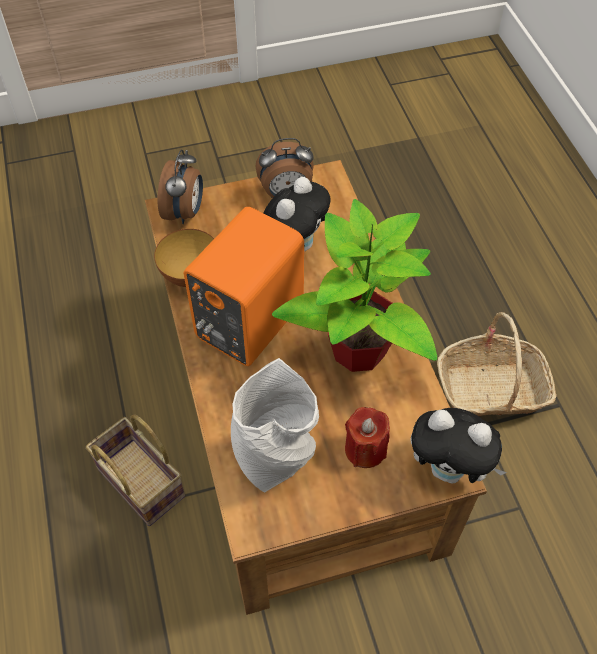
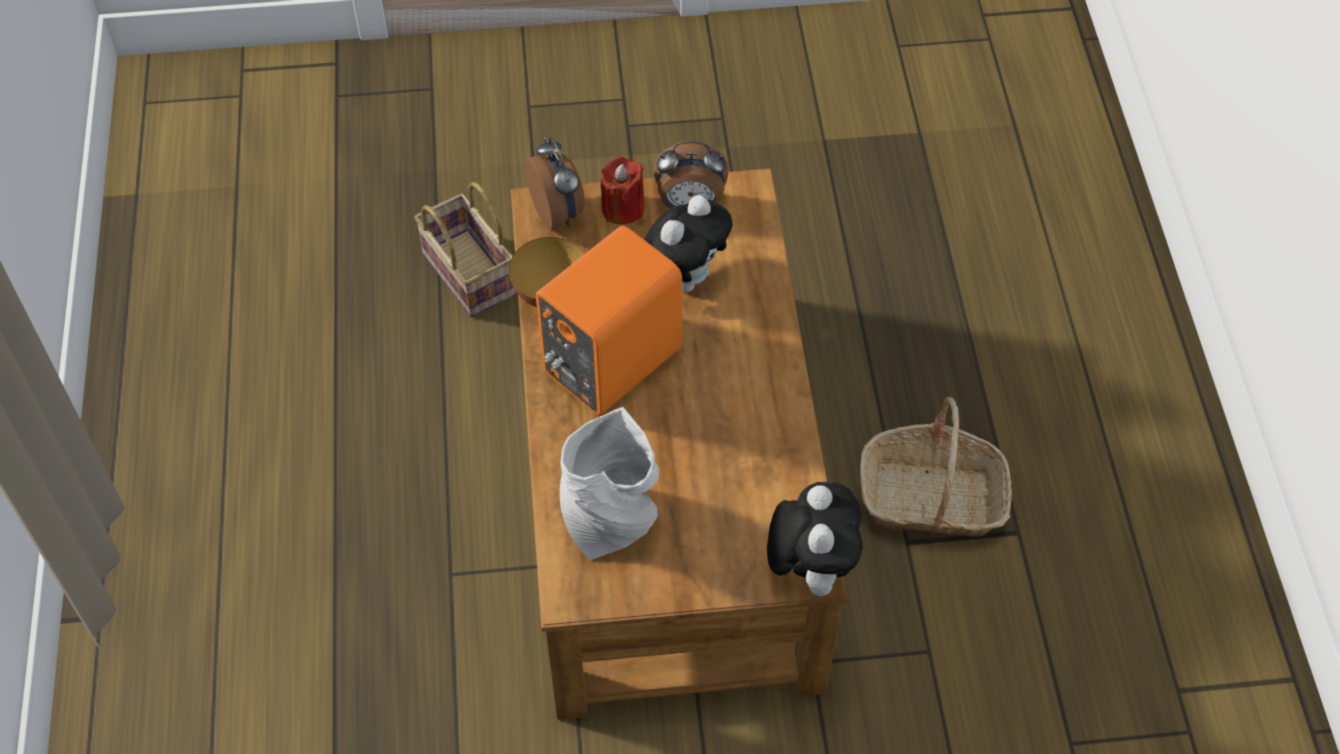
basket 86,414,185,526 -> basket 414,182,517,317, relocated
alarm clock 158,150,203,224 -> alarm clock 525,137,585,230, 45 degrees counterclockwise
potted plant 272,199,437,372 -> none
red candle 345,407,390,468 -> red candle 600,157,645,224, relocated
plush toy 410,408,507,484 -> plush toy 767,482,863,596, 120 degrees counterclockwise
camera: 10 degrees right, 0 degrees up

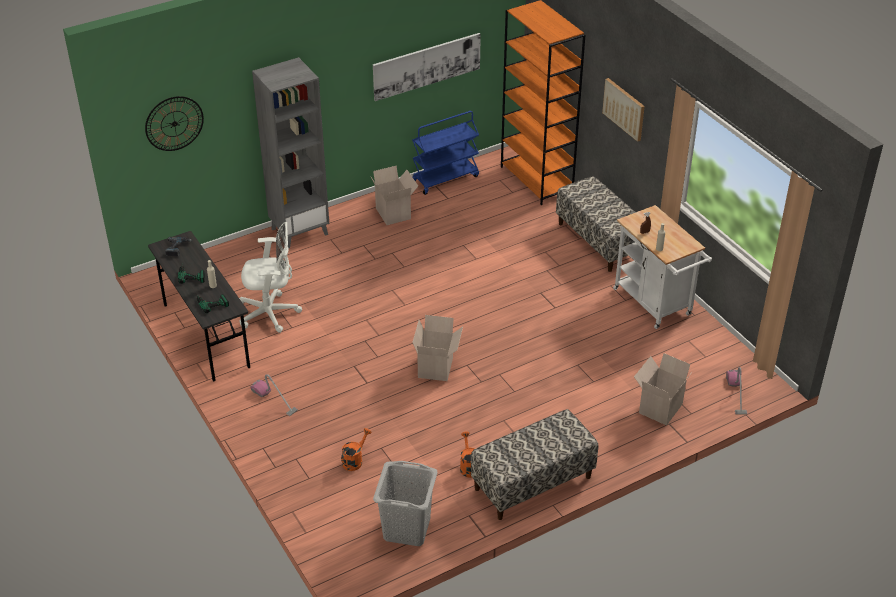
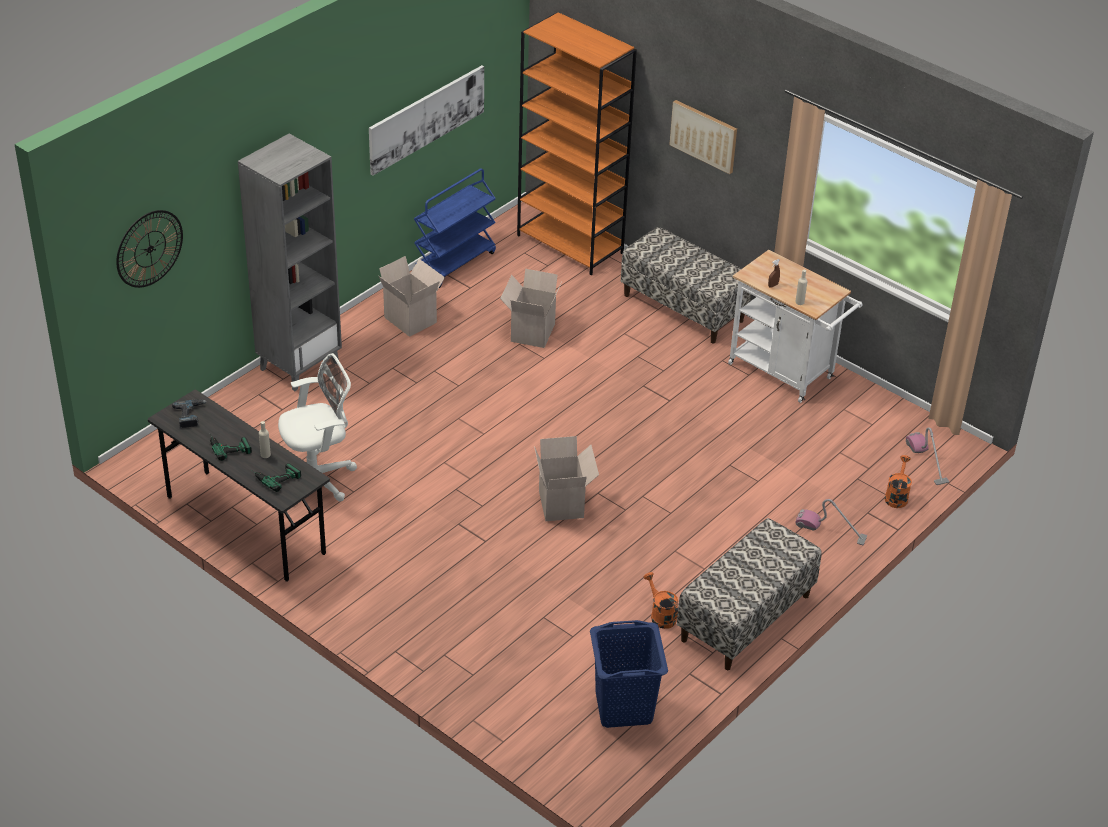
vacuum cleaner 250,374,298,416 -> vacuum cleaner 795,499,867,545, relocated
orange watering can 341,428,371,471 -> orange watering can 885,455,912,508, relocated
grey laundry basket 373,461,438,546 -> blue laundry basket 590,620,668,728
cardboard box 634,353,693,426 -> cardboard box 500,269,562,348, relocated
camera: 20 degrees left, 0 degrees up

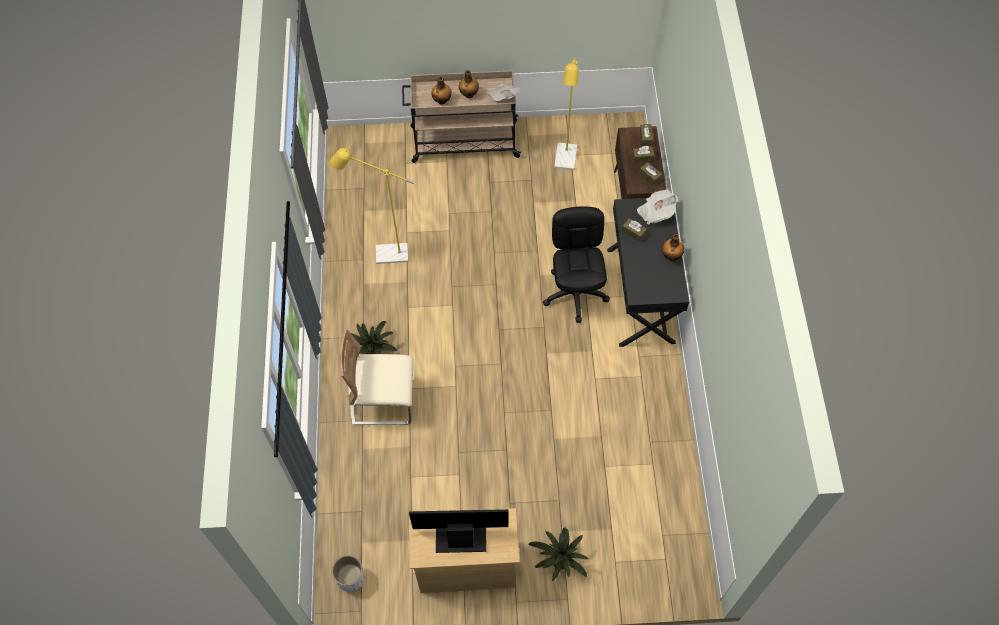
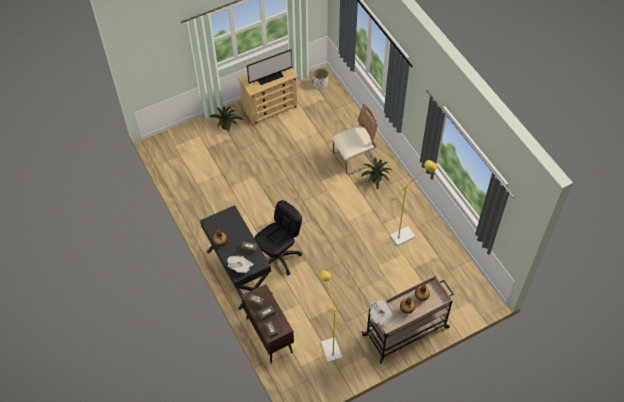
black office chair 543,206,610,323 -> black office chair 255,200,302,275, 105 degrees counterclockwise
camera: 155 degrees right, 5 degrees down

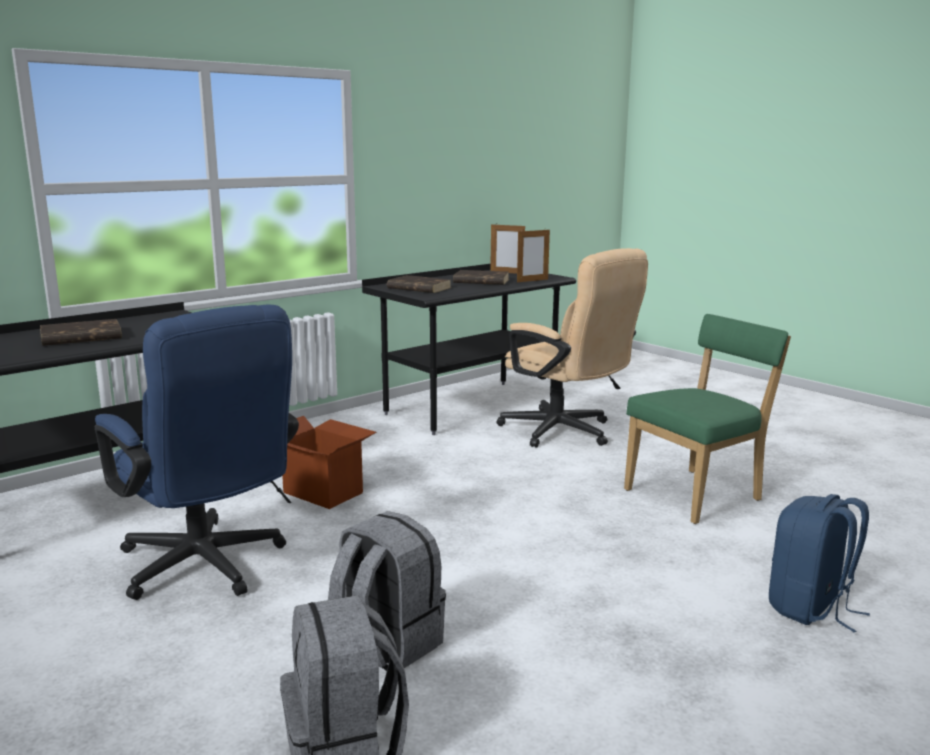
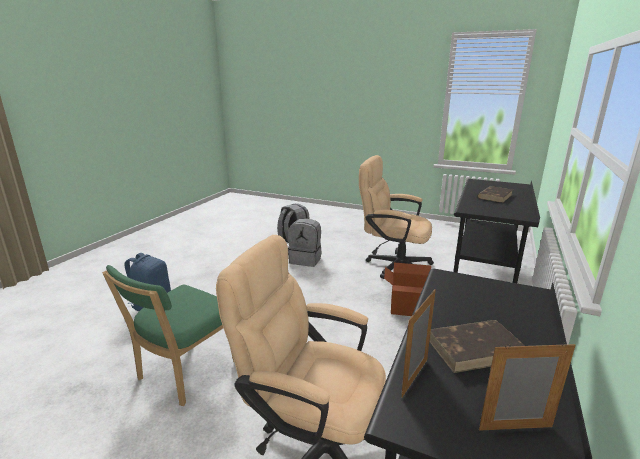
blue office chair 95,305,299,600 -> beige office chair 359,155,434,279
brown book 387,275,451,293 -> none
camera: 155 degrees right, 5 degrees up

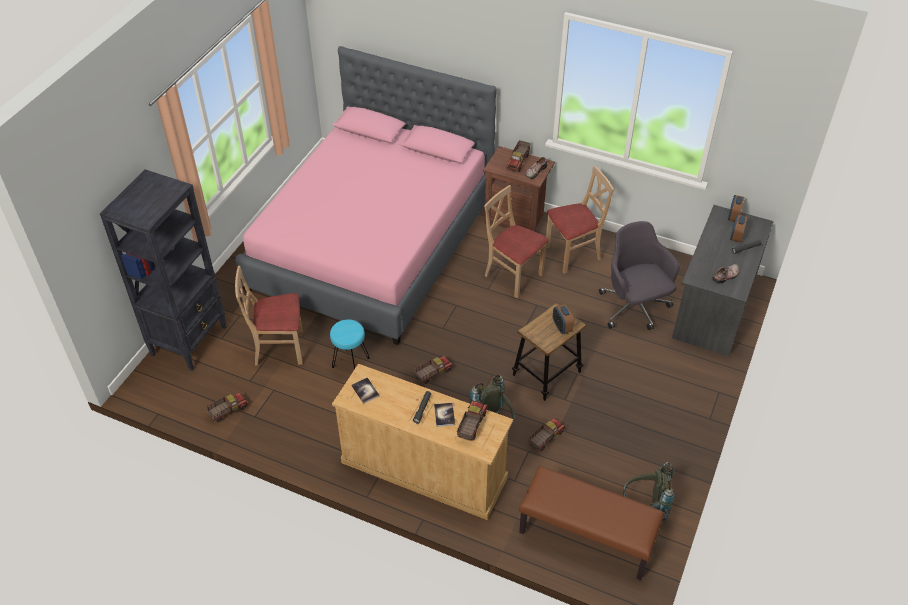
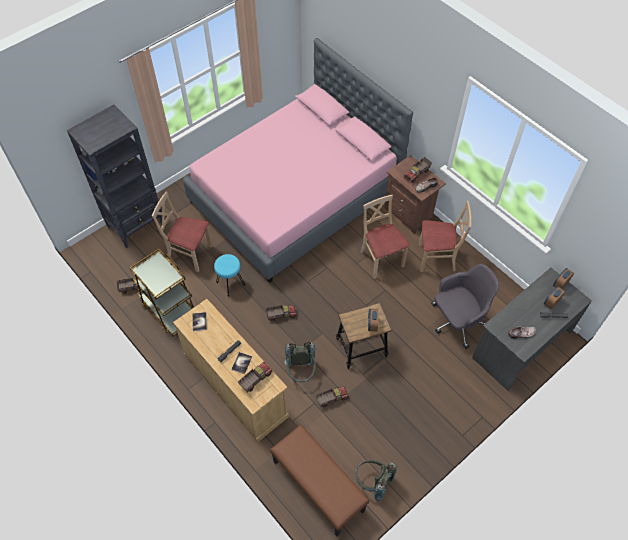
grey office chair 599,221,680,330 -> grey office chair 431,264,499,349, 60 degrees clockwise
none -> brown cart 130,249,194,336
camera: 25 degrees right, 10 degrees up

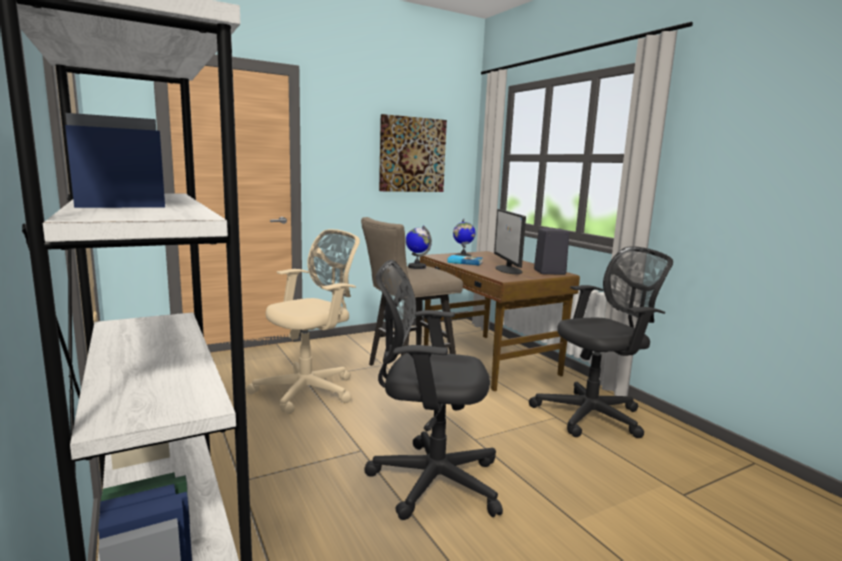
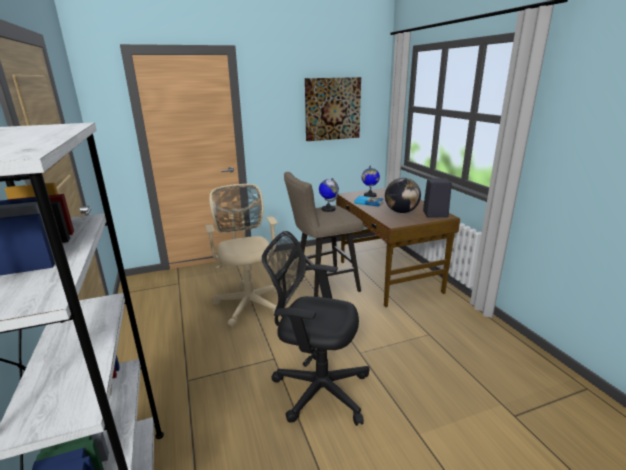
beige office chair 246,229,360,414 -> beige office chair 205,184,278,327, 75 degrees counterclockwise
monitor 494,209,526,274 -> globe 385,178,421,213
black office chair 529,246,673,438 -> none
camera: 10 degrees right, 10 degrees up

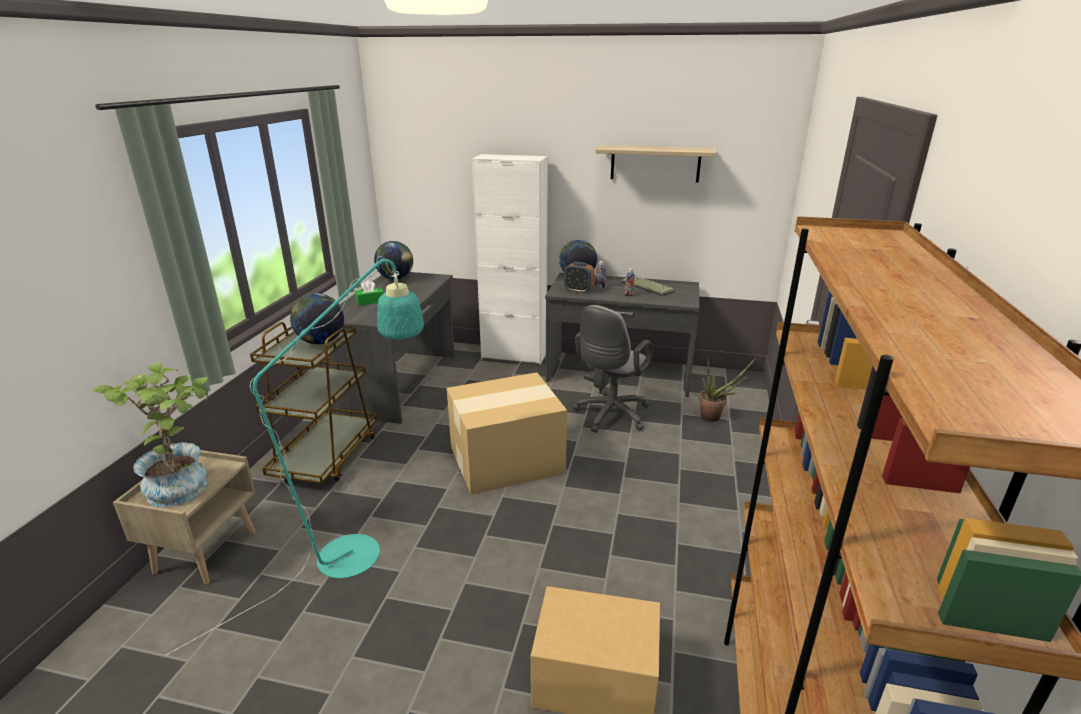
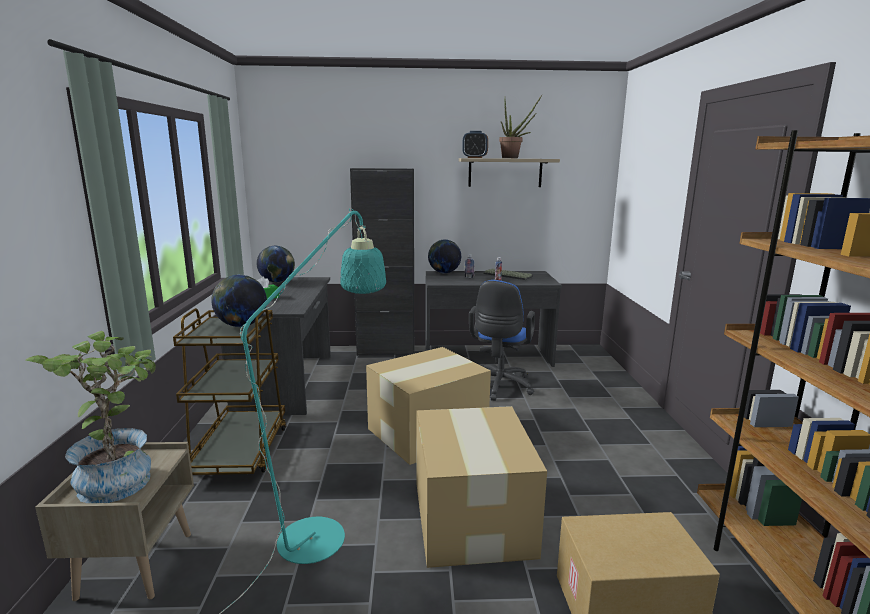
white cabinet 472,154,548,364 -> black cabinet 350,168,414,356
alarm clock 564,262,595,294 -> alarm clock 462,131,488,158, relocated
grey office chair 572,305,653,433 -> blue office chair 469,280,535,401
potted plant 699,356,756,422 -> potted plant 499,95,542,158, relocated
none -> cardboard box 416,406,547,568
camera: 15 degrees left, 10 degrees down

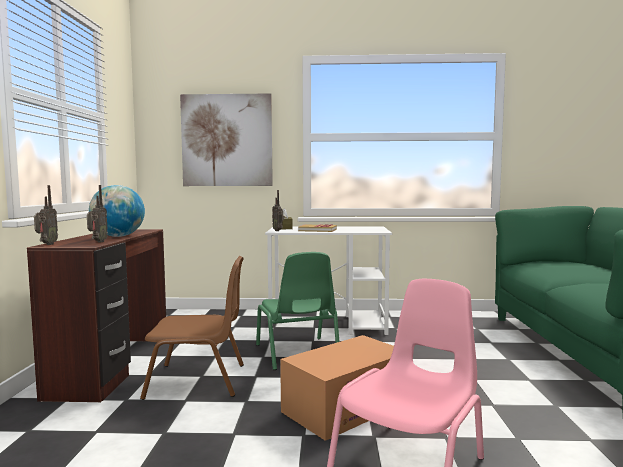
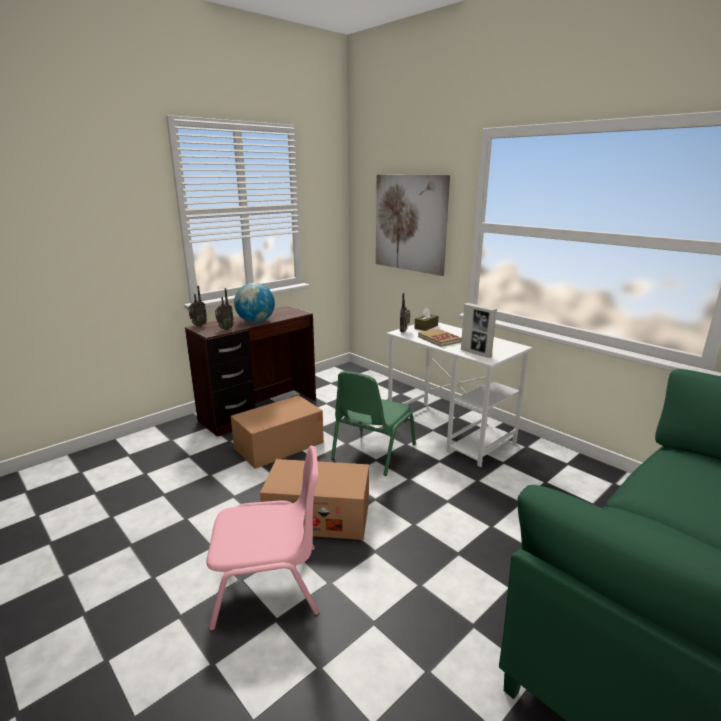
brown chair 140,256,244,400 -> cardboard box 231,395,324,469
none -> picture frame 461,303,497,358
camera: 45 degrees right, 15 degrees up

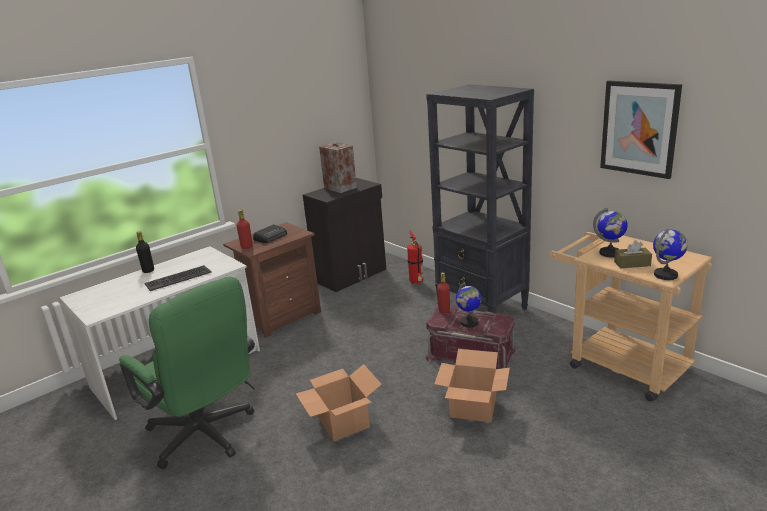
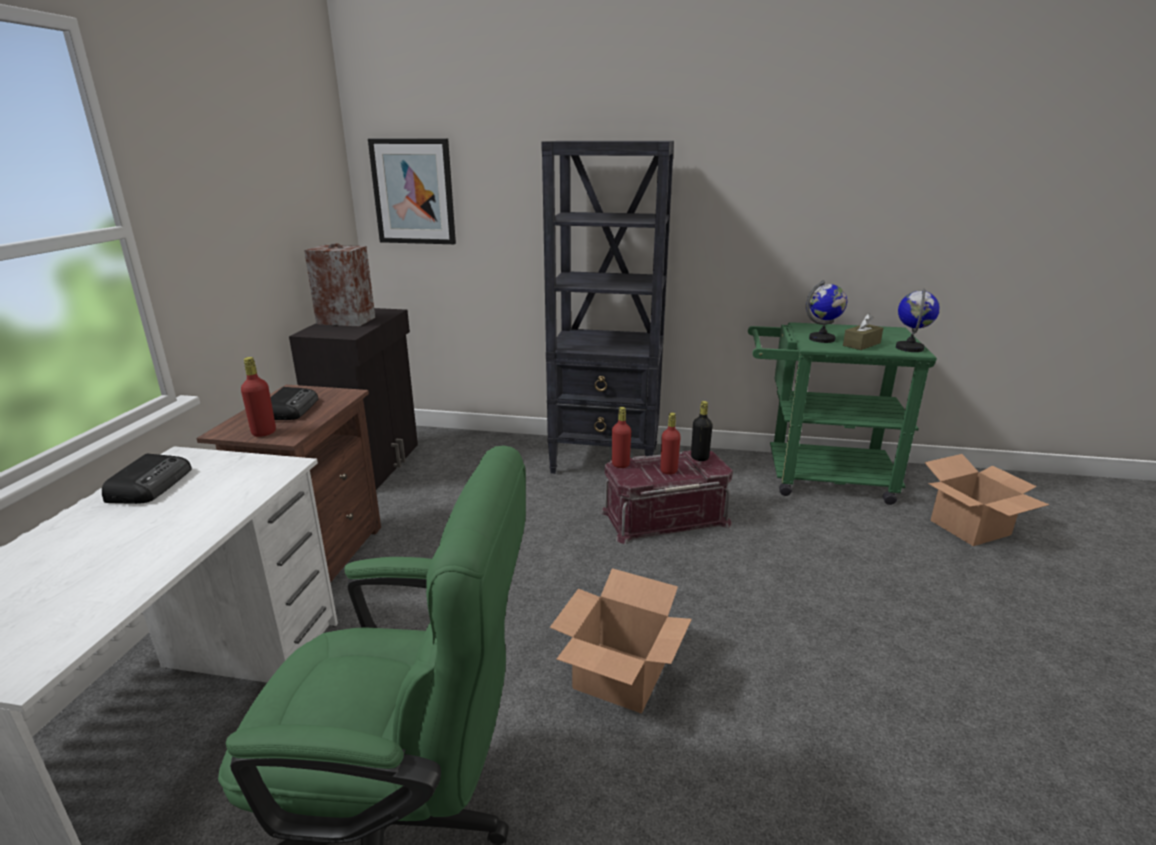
black bottle 136,231,154,273 -> black bottle 691,401,713,461, relocated
keyboard 144,265,212,291 -> none
fire extinguisher 407,231,423,285 -> none
cardboard box 434,349,510,422 -> cardboard box 924,454,1049,546, relocated
globe 456,282,482,327 -> red bottle 660,413,681,475
beige cart 549,232,713,402 -> green cart 748,322,937,505
picture 600,81,682,179 -> picture 368,138,456,244, relocated
none -> radio 102,454,192,504
camera: 40 degrees left, 0 degrees up

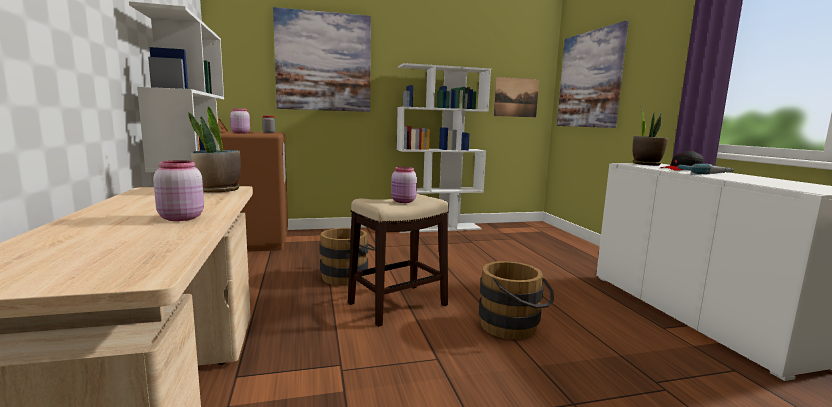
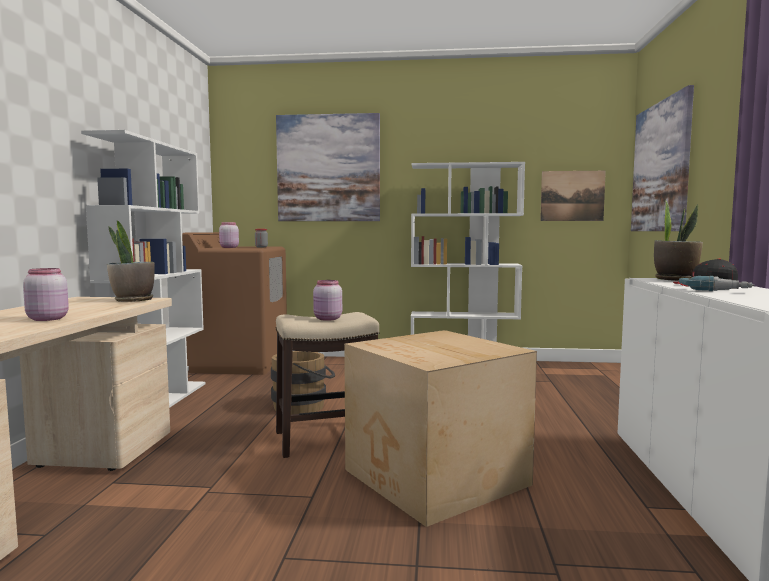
brown bucket 479,261,554,340 -> cardboard box 344,330,537,527
camera: 20 degrees right, 5 degrees down

